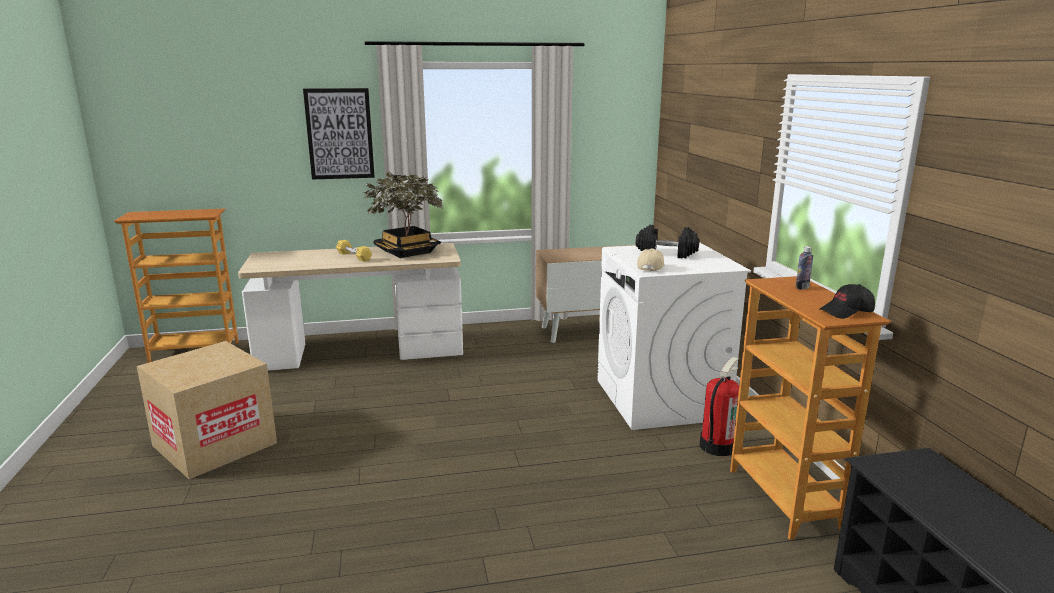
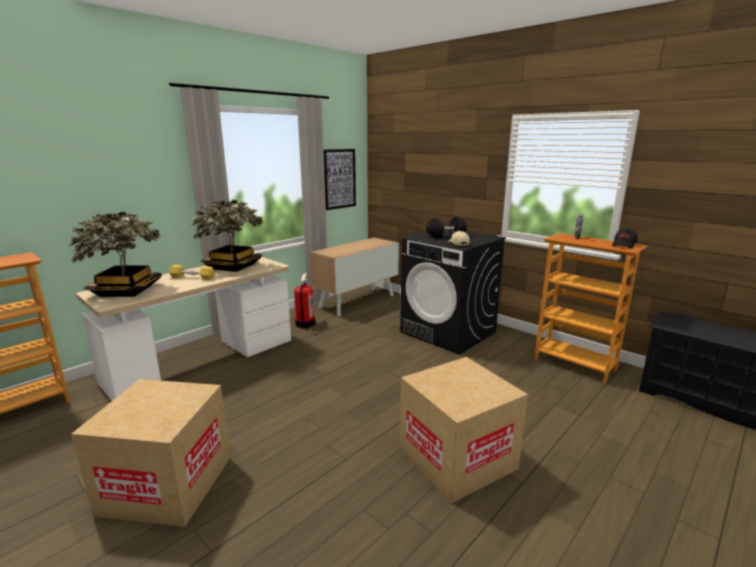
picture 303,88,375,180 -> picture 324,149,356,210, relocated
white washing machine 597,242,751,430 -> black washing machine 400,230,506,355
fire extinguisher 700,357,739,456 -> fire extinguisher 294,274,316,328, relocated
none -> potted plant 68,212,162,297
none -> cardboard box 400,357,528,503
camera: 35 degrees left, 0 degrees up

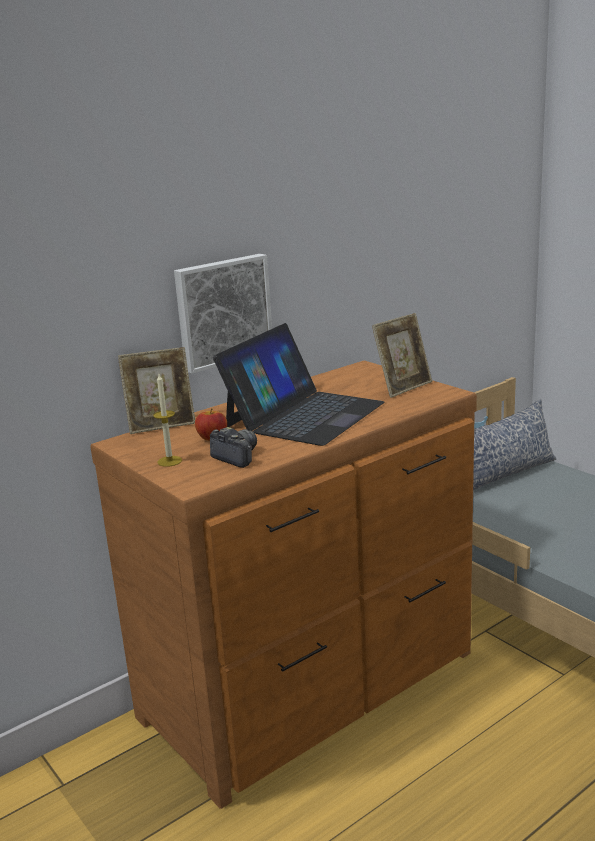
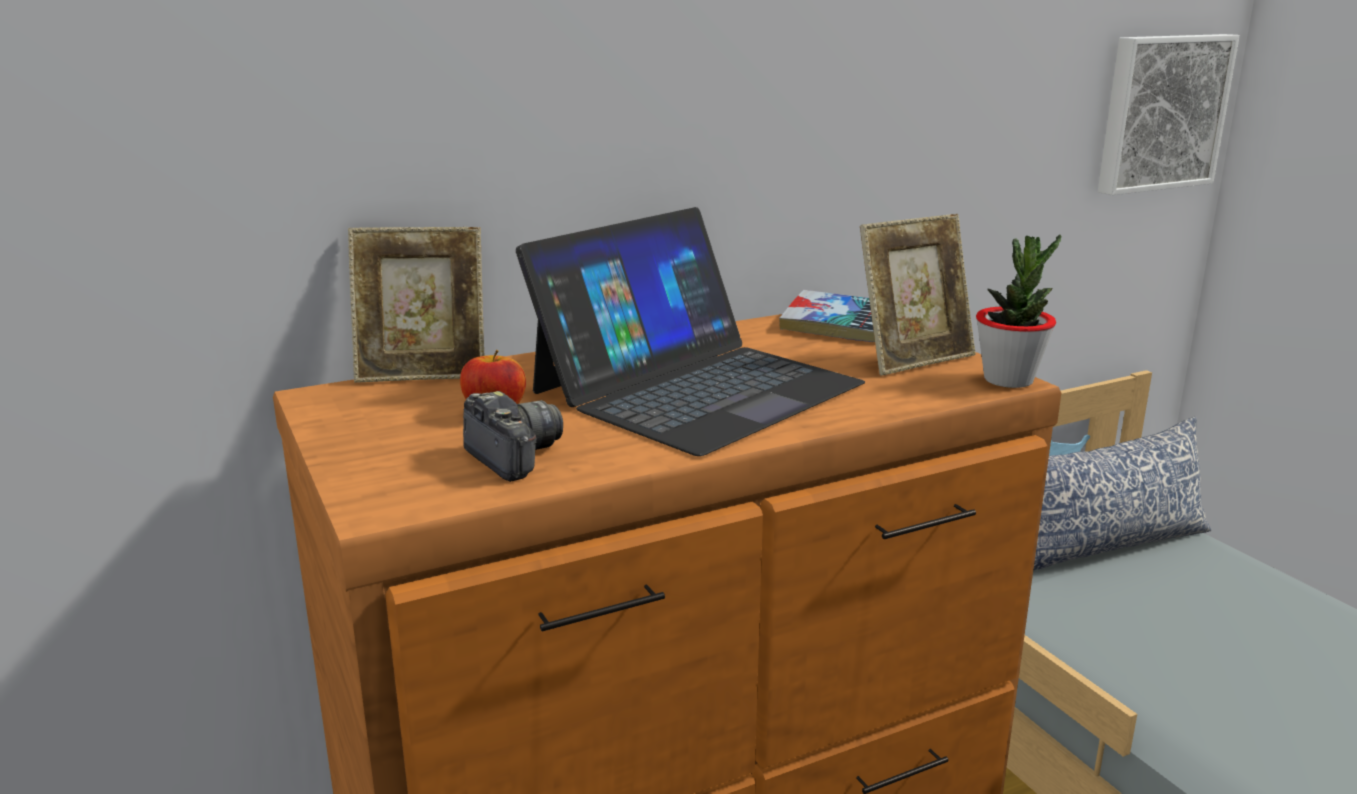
candle 153,374,182,467 -> none
picture 174,254,272,374 -> picture 1098,34,1240,195, relocated
none -> book 779,290,875,342
none -> potted plant 976,235,1061,388
camera: 10 degrees right, 0 degrees up

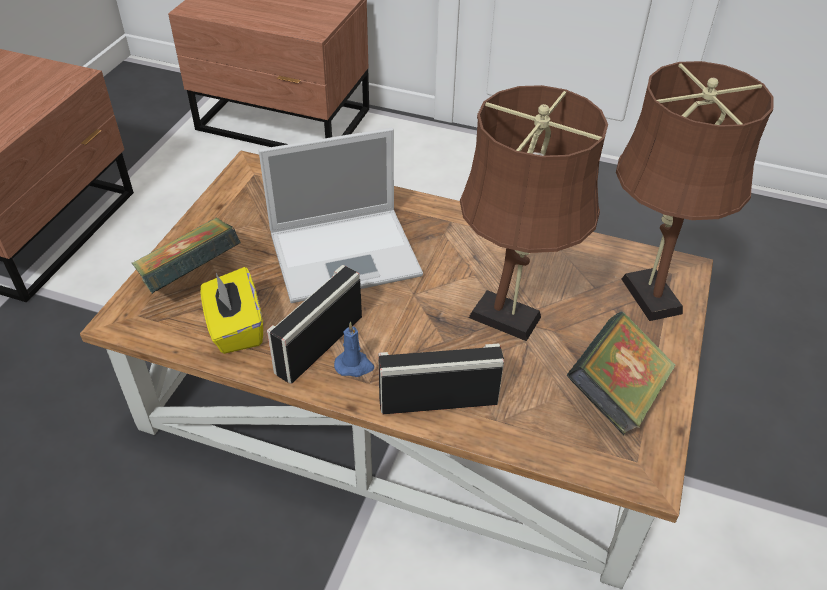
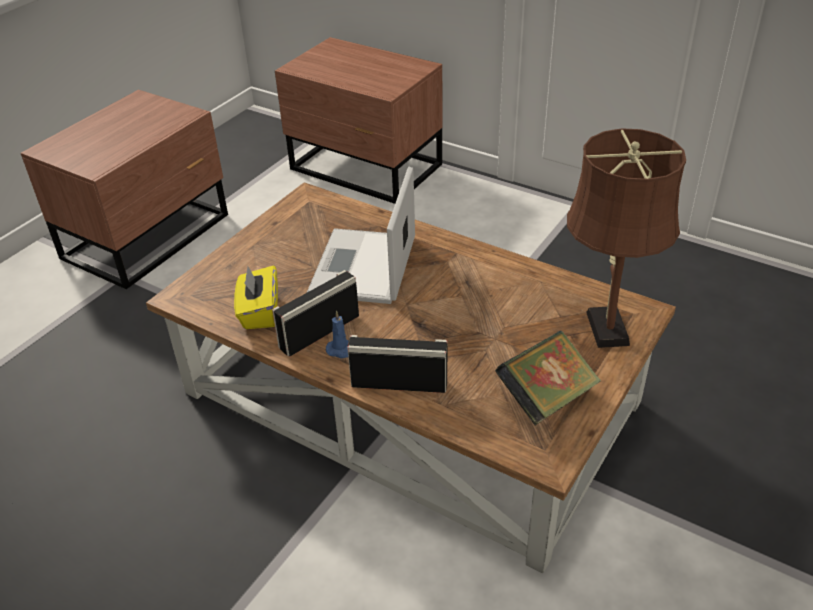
book 132,218,241,294 -> none
laptop 258,128,423,303 -> laptop 307,167,415,304, 105 degrees clockwise
brown table lamp 460,85,608,341 -> none
camera: 15 degrees right, 5 degrees down

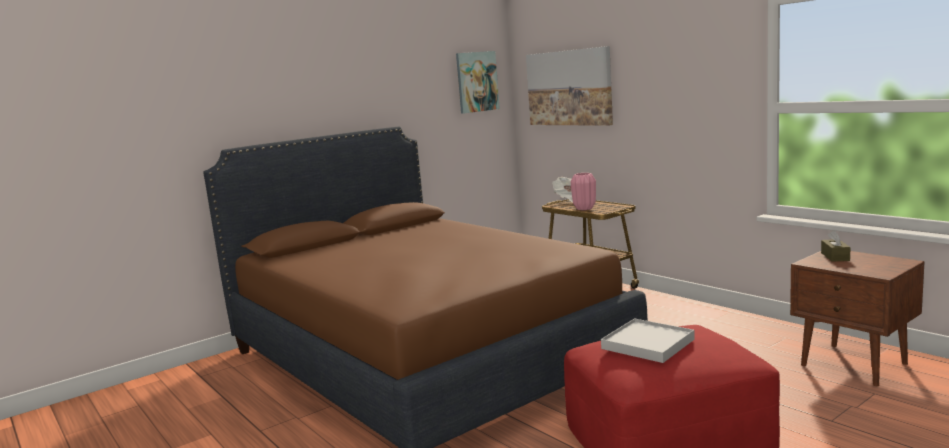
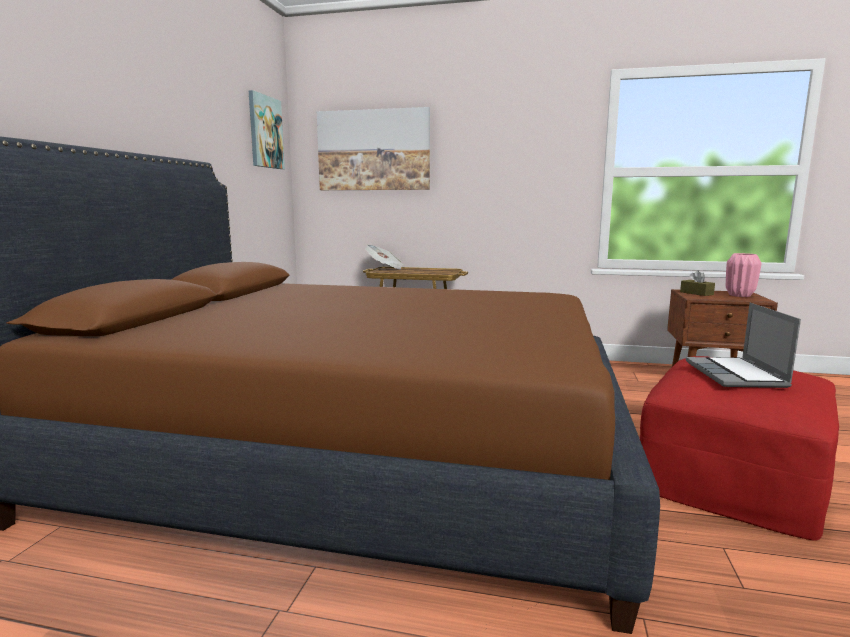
pink vase 571,173,596,210 -> pink vase 726,253,761,297, relocated
white tray 601,318,695,363 -> laptop 686,303,801,388
camera: 40 degrees left, 0 degrees up

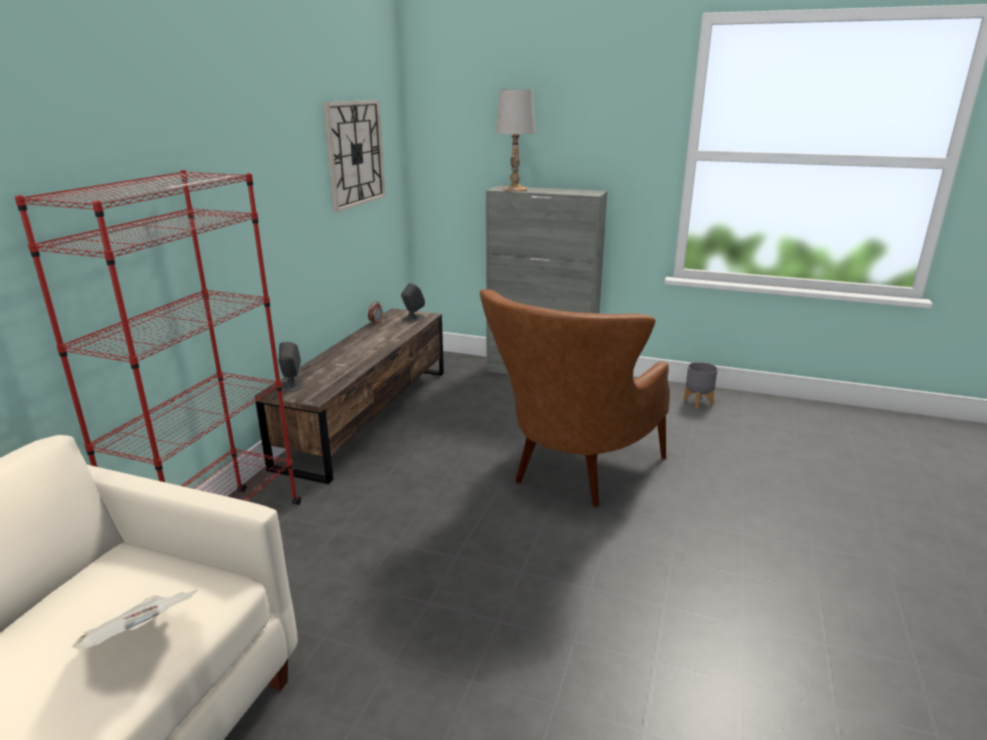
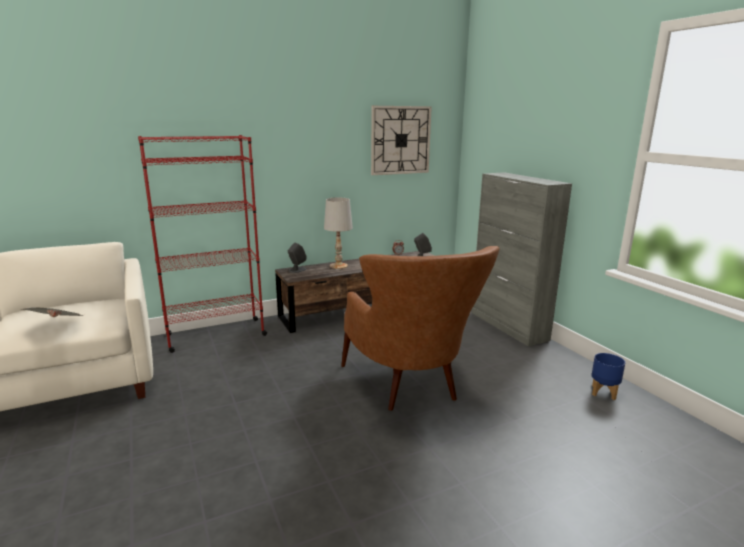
brown armchair 480,289,670,507 -> brown armchair 341,246,500,411, 90 degrees counterclockwise
white table lamp 496,89,536,191 -> white table lamp 324,198,353,269, relocated
grey planter 684,362,718,408 -> blue planter 592,353,625,400
camera: 45 degrees right, 5 degrees down

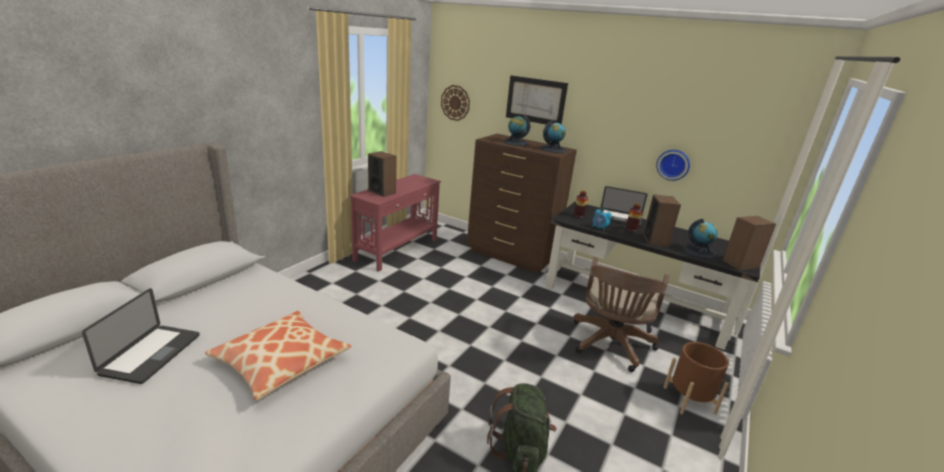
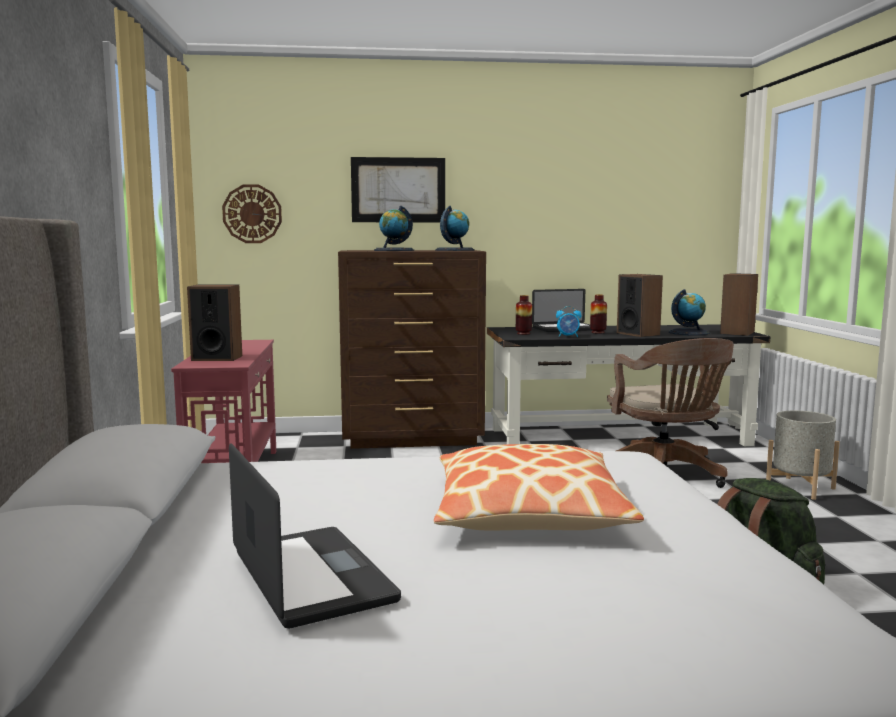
wall clock 656,150,690,181 -> none
brown planter 664,342,729,415 -> grey planter 766,411,840,500
camera: 35 degrees left, 15 degrees down

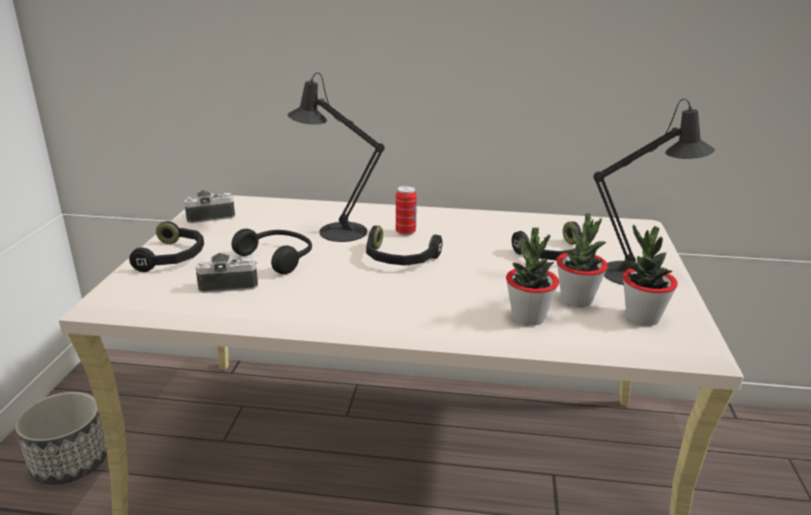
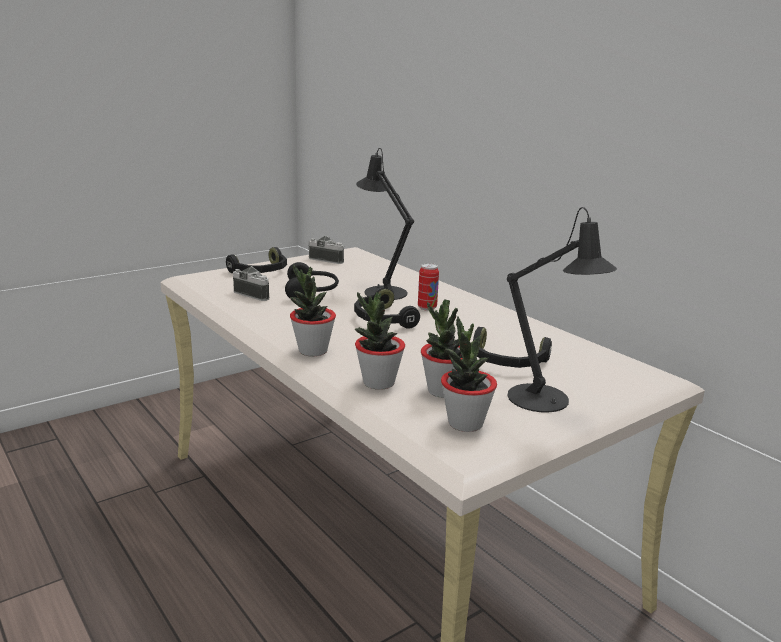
planter 15,392,107,485 -> none
none -> potted plant 290,265,336,356
camera: 45 degrees right, 5 degrees down

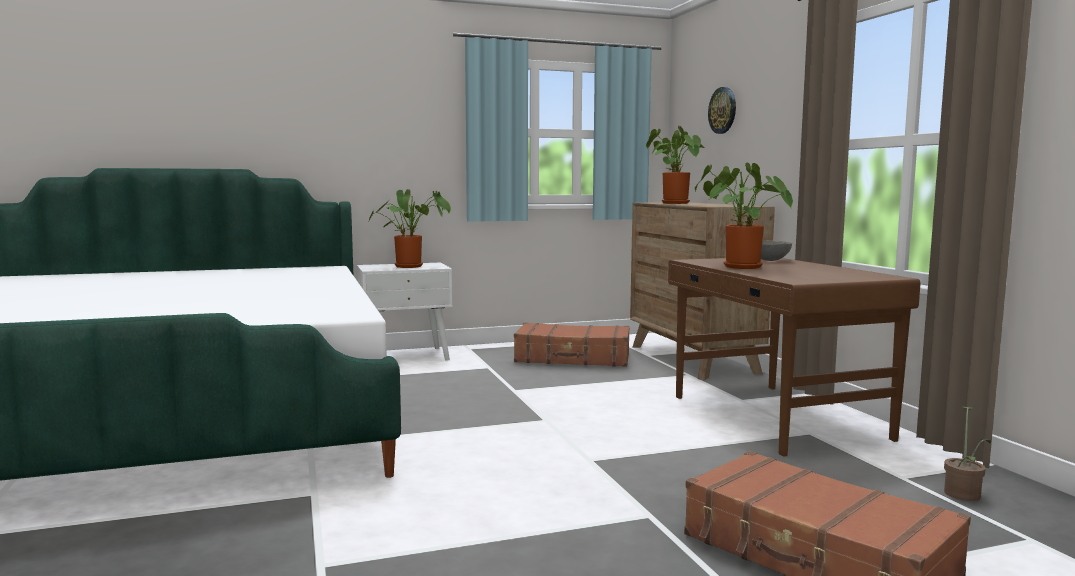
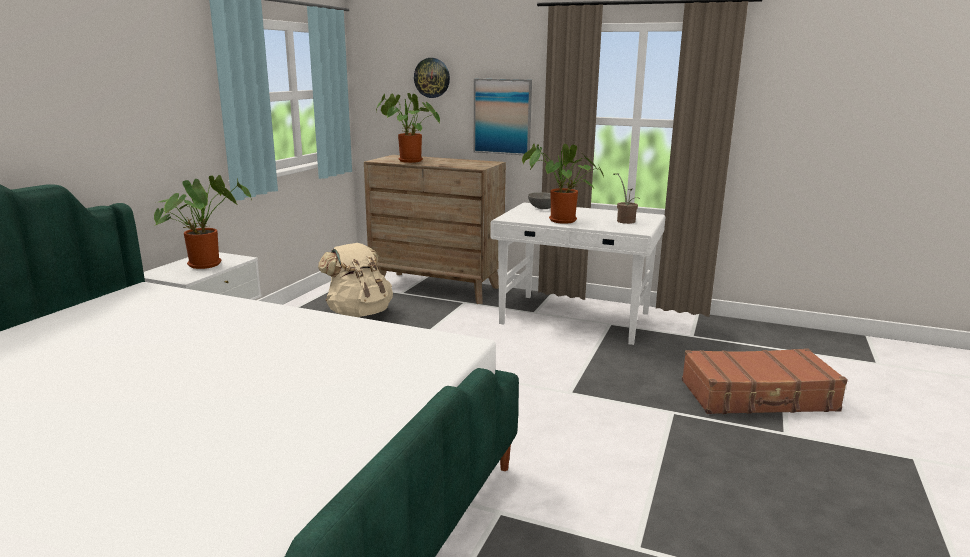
brown suitcase 514,322,630,367 -> beige backpack 318,243,393,317
brown desk 668,258,921,457 -> white desk 490,203,666,345
potted plant 944,407,991,501 -> potted plant 614,173,640,224, relocated
none -> picture 474,79,532,155
camera: 50 degrees left, 10 degrees up

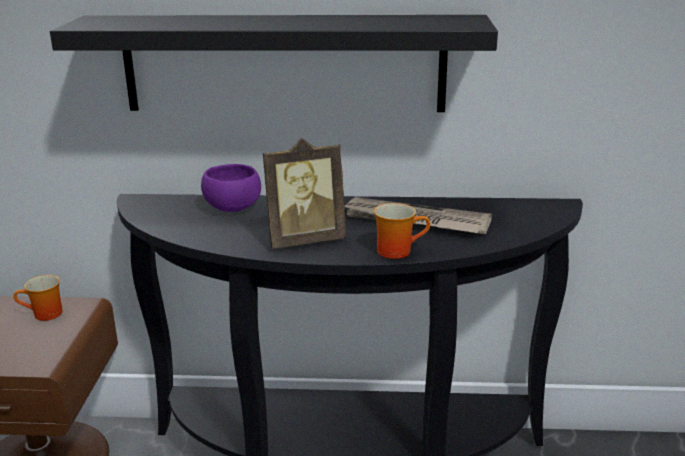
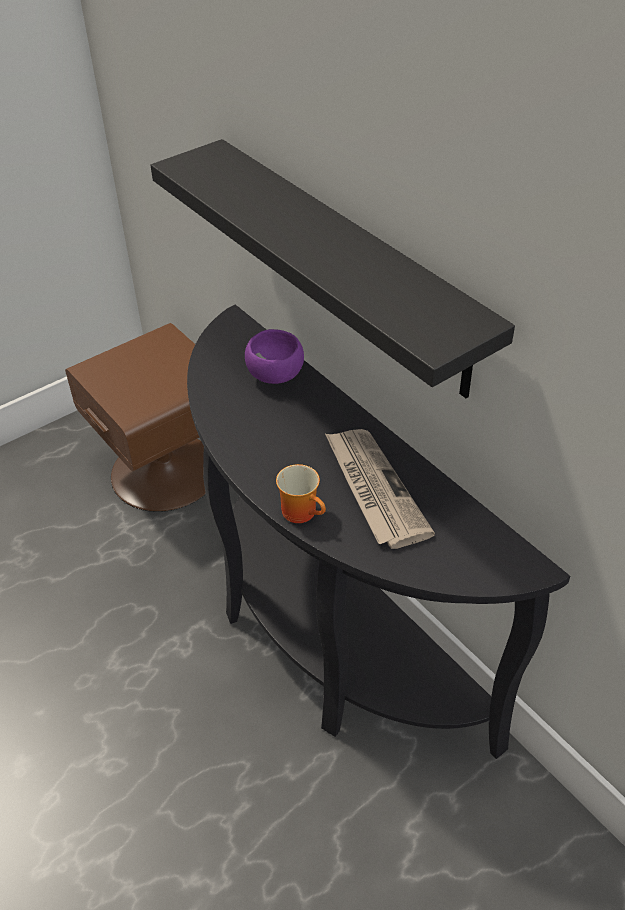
mug 14,275,63,321 -> none
picture frame 263,138,346,249 -> none
camera: 50 degrees right, 20 degrees up

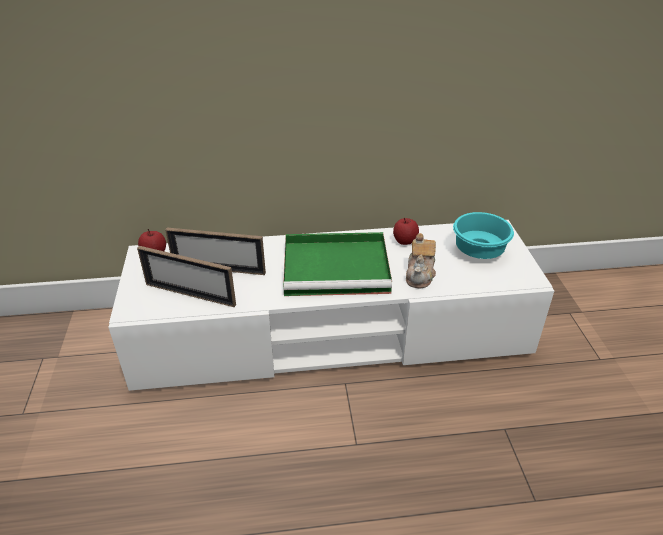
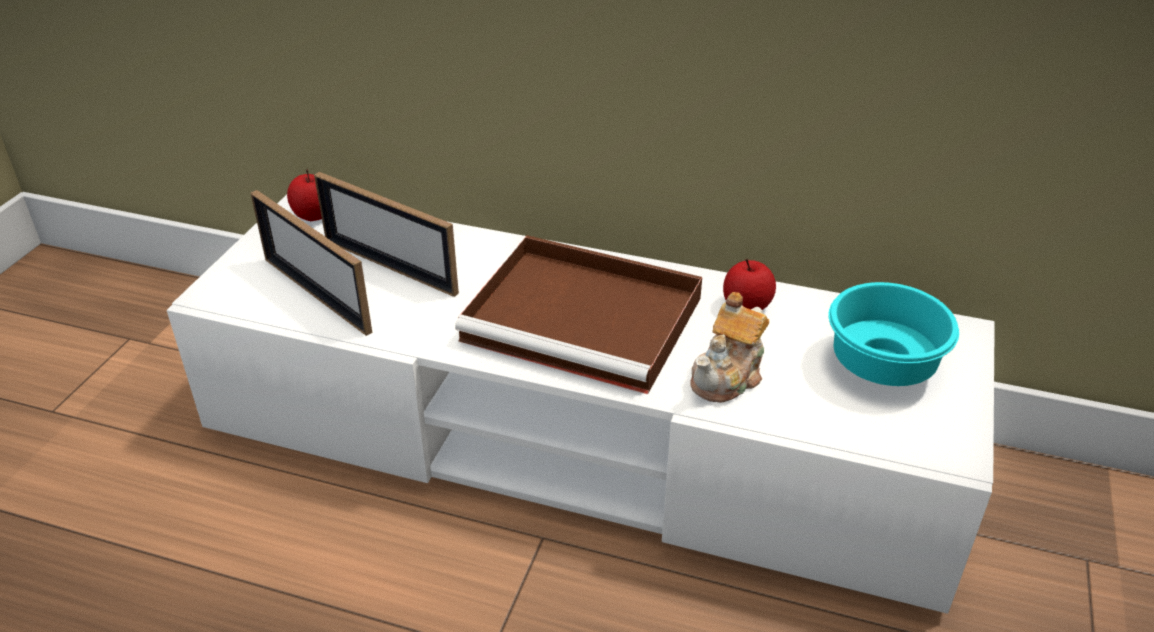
green tray 283,232,392,296 -> brown tray 455,235,702,394
camera: 25 degrees right, 0 degrees up

